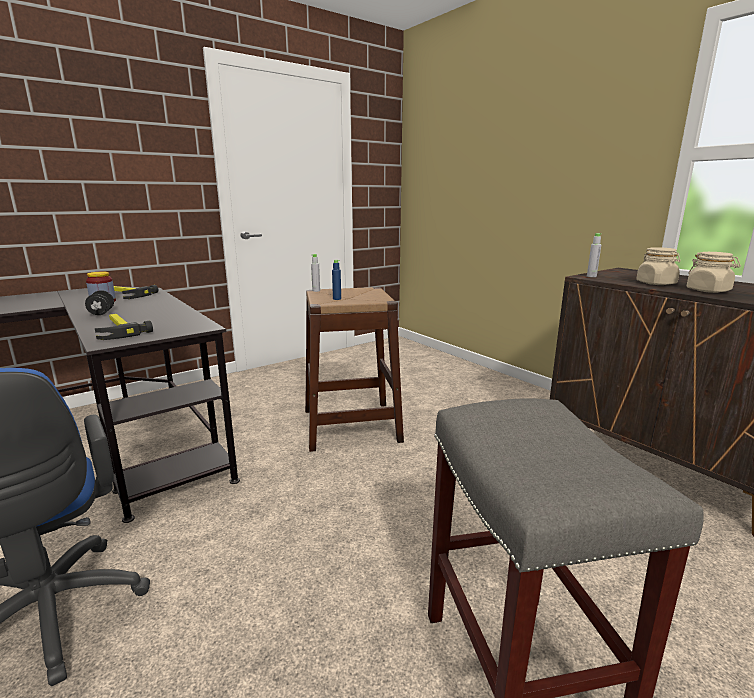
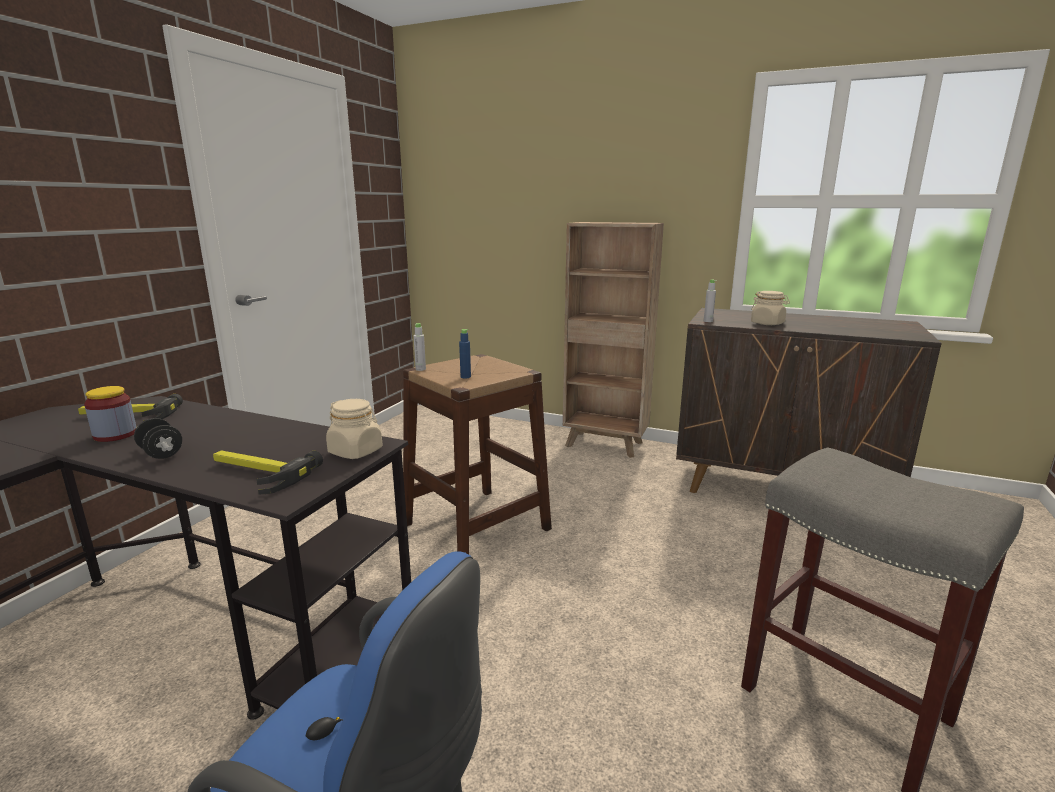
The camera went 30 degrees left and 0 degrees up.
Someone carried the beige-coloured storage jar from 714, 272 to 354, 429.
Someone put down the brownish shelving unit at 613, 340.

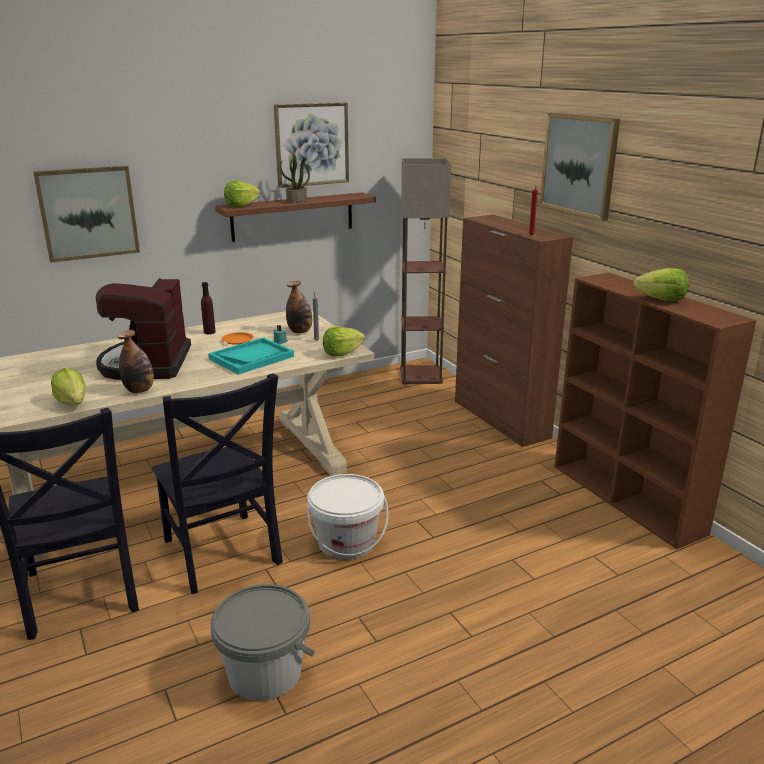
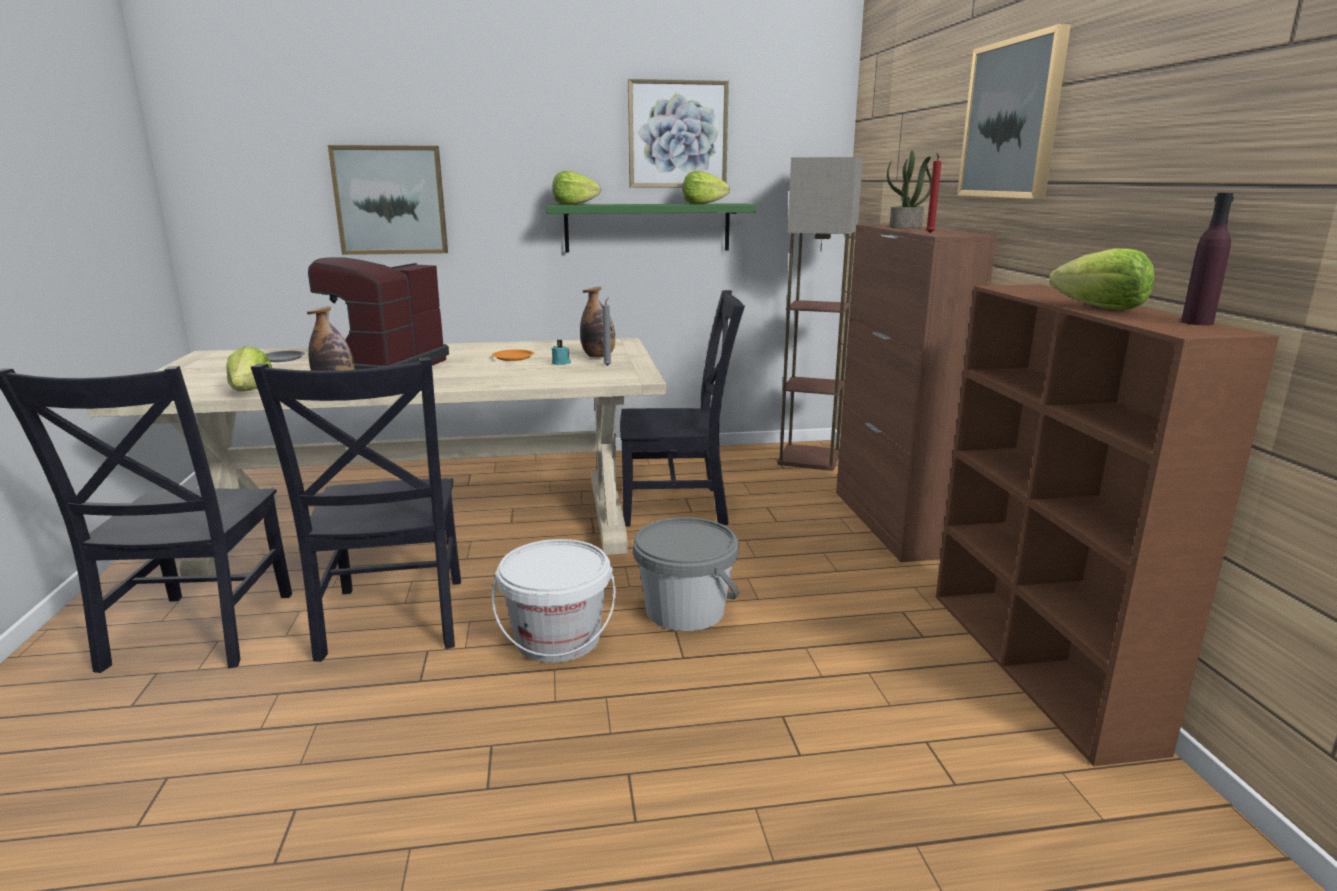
The camera went 20 degrees right and 5 degrees down.
Someone carried the purplish bottle from 208, 308 to 1207, 259.
Someone took away the blue-green carrying tray at 251, 356.
Someone carried the greyish pail from 262, 642 to 686, 574.
Someone repainted the brownish wall shelf at 295, 217, which became the green wall shelf at 651, 228.
Someone carried the plant in a pot from 295, 178 to 909, 189.
Someone carried the lettuce from 344, 341 to 706, 187.
Someone put down the greyish dinner plate at 285, 356.
Someone put down the black-coloured upright chair at 682, 408.

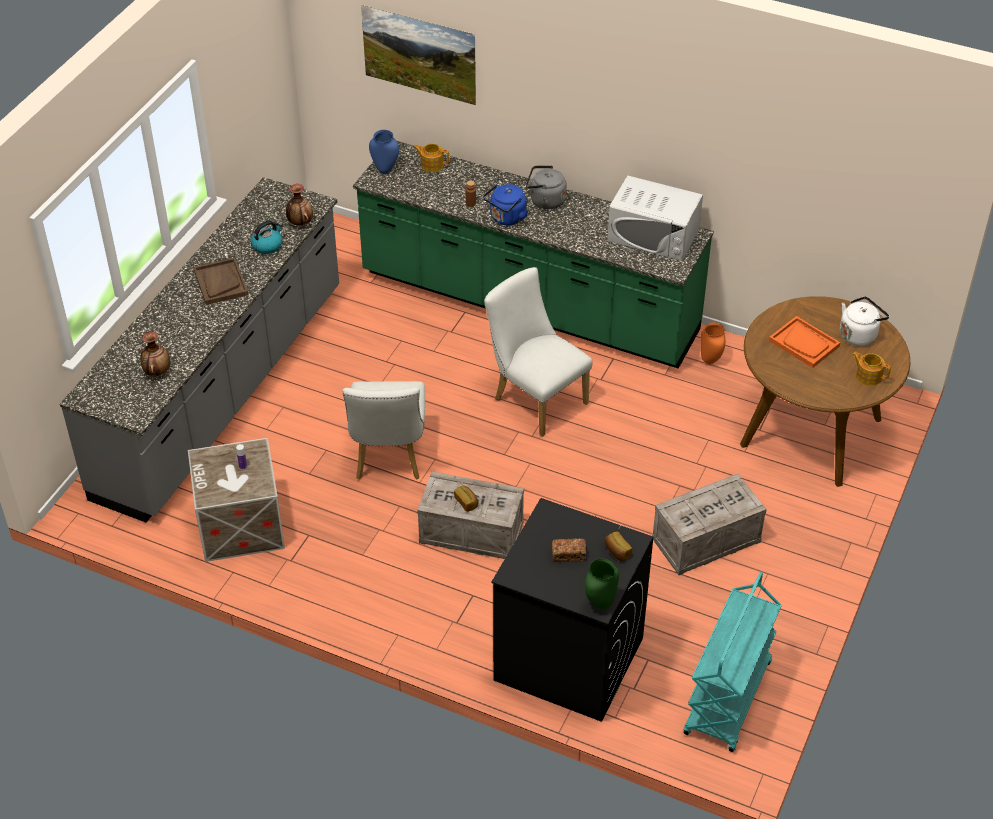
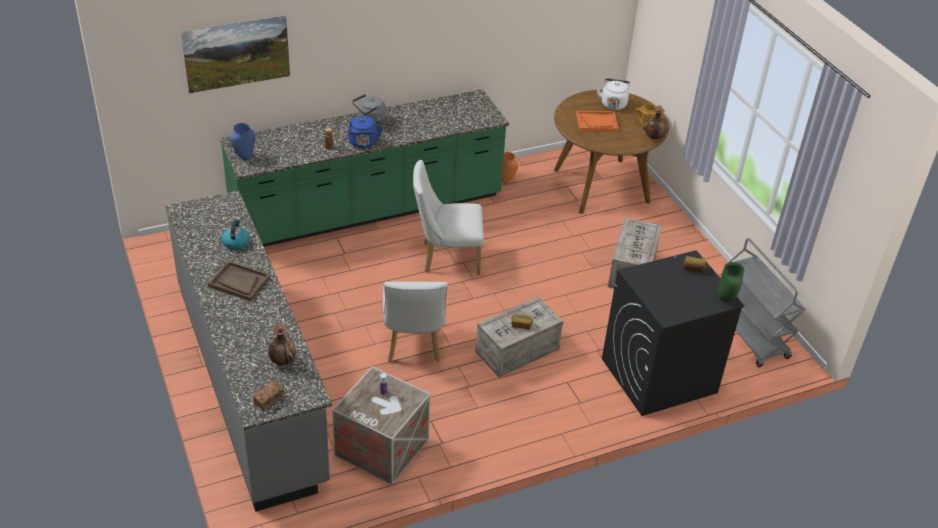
The camera went 50 degrees left and 5 degrees down.
Someone carried the vase from 299, 205 to 655, 123.
Someone rotated the whitish upright chair at 383, 430 by 45 degrees clockwise.
Someone took away the pot for tea at 431, 157.
Someone carried the bakery bread from 569, 550 to 268, 395.
Someone took away the whitish kitchen microwave at 655, 218.
Someone repainted the blue-green cart at 733, 662, which became the greyish cart at 766, 302.

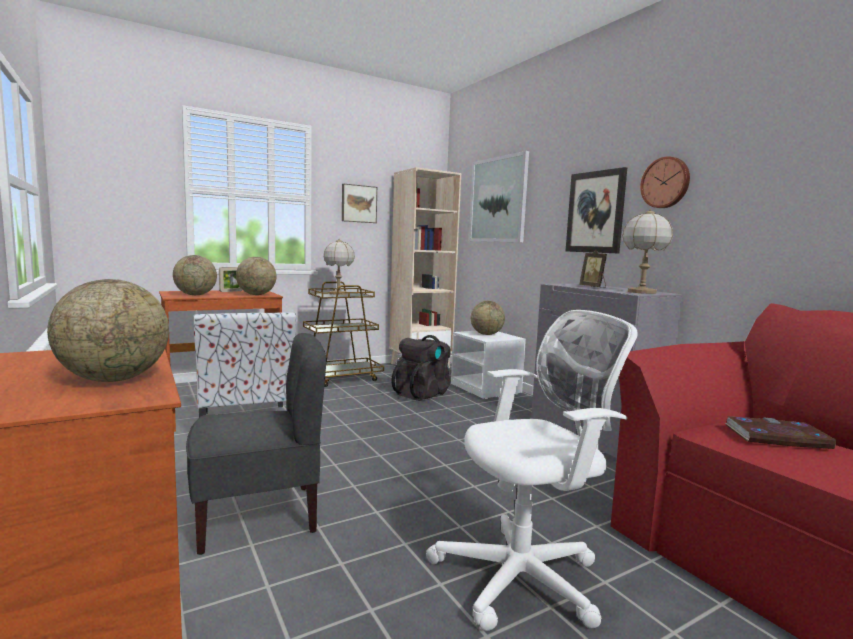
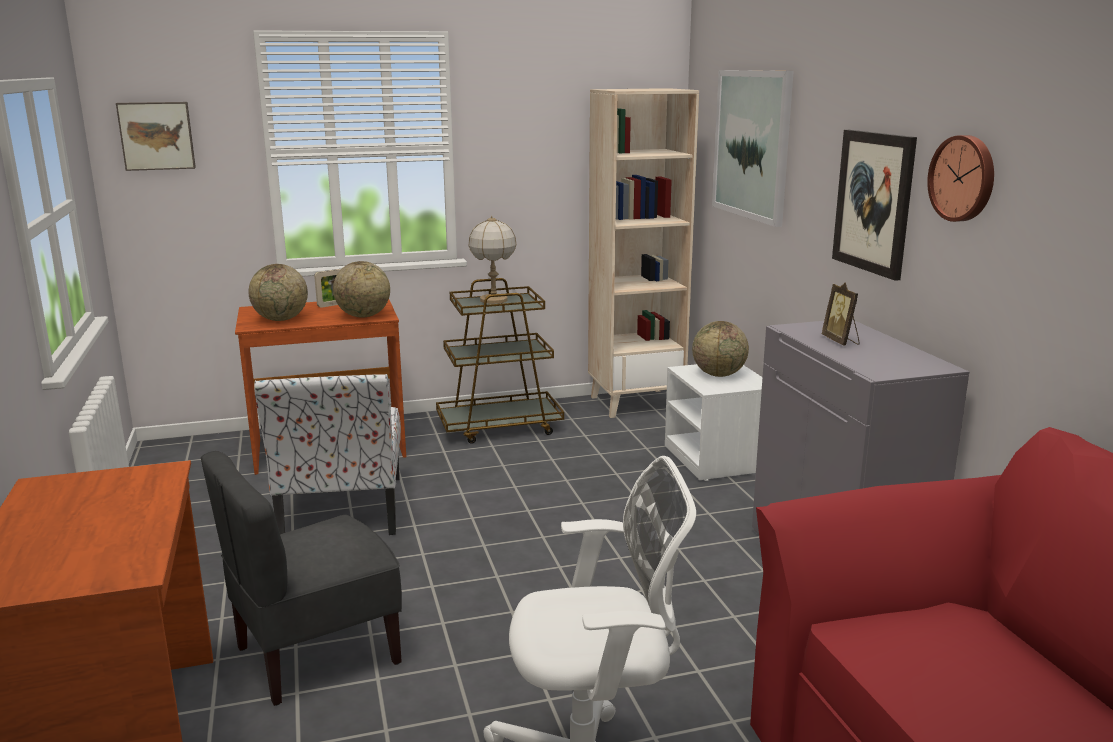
The camera went 15 degrees right and 10 degrees up.
Someone took away the globe at 108, 330.
Someone rotated the greyish upright chair at 256, 444 by 150 degrees clockwise.
Someone carried the wall picture from 359, 203 to 156, 136.
Someone took away the black-coloured backpack at 421, 368.
Someone took away the table lamp at 648, 251.
Someone took away the book at 780, 432.

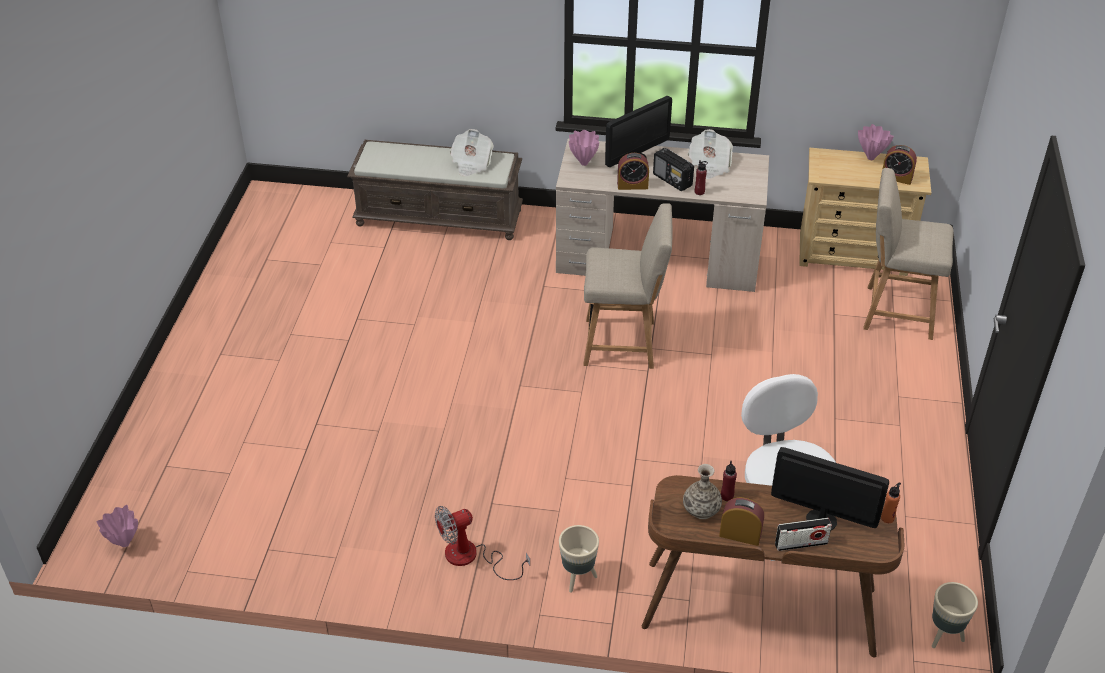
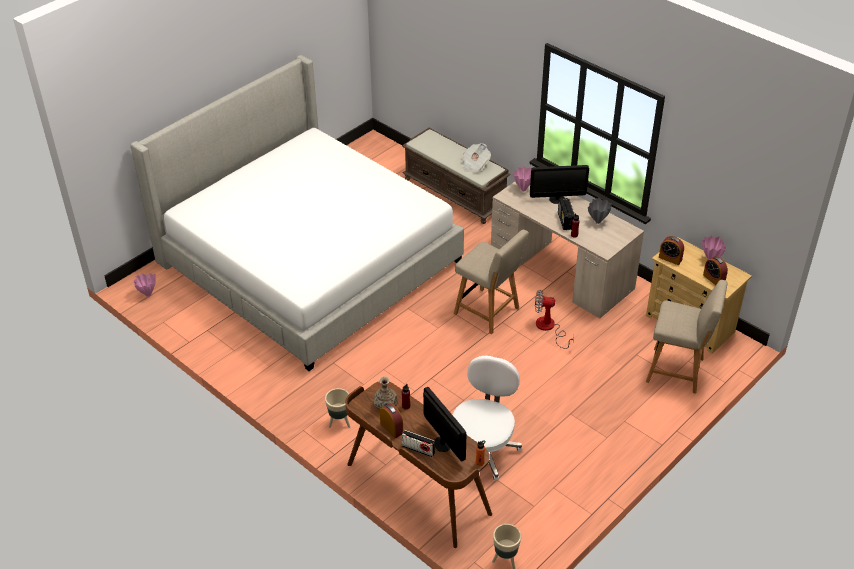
The camera went 35 degrees right and 0 degrees up.
Someone carried the electric fan from 482, 543 to 554, 319.
Someone carried the alarm clock from 633, 171 to 671, 250.
Someone swapped the newspaper at 710, 154 for the greyish vase at 600, 211.
Someone rotated the beige-coloured upright chair at 908, 254 by 150 degrees clockwise.
Someone put down the bed at 297, 213.

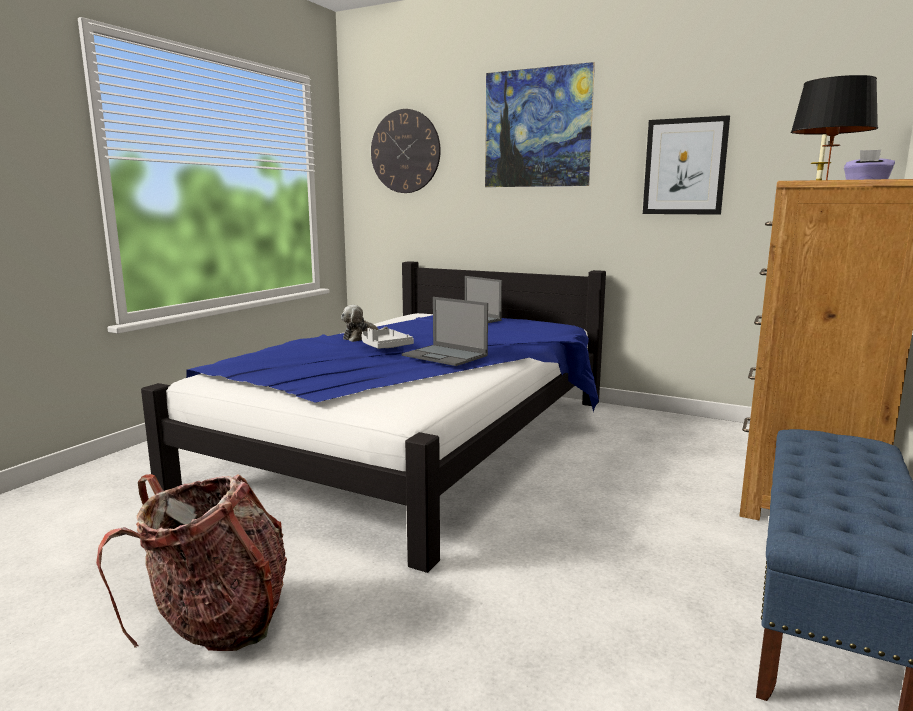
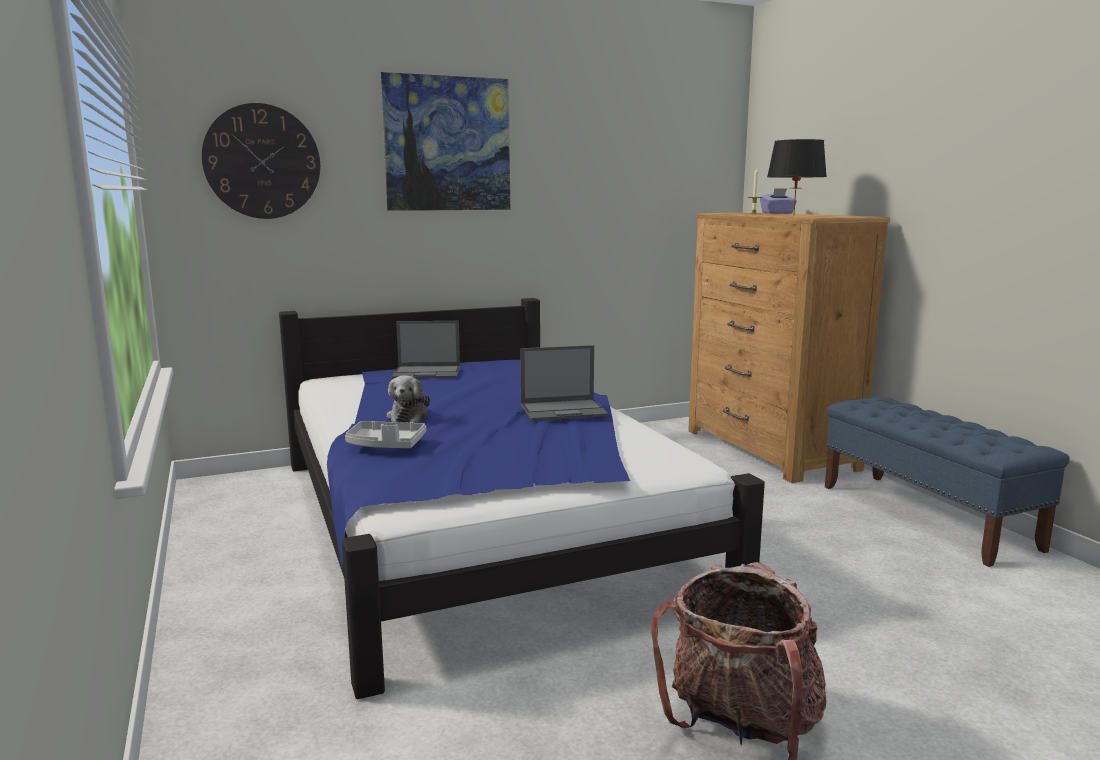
The camera went 50 degrees left and 0 degrees up.
Someone carried the greyish carrying tray from 387, 338 to 385, 434.
Someone took away the wall picture at 686, 165.

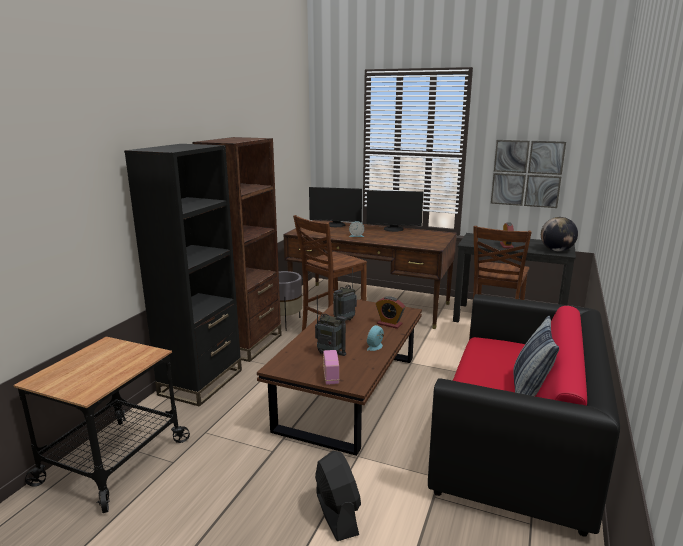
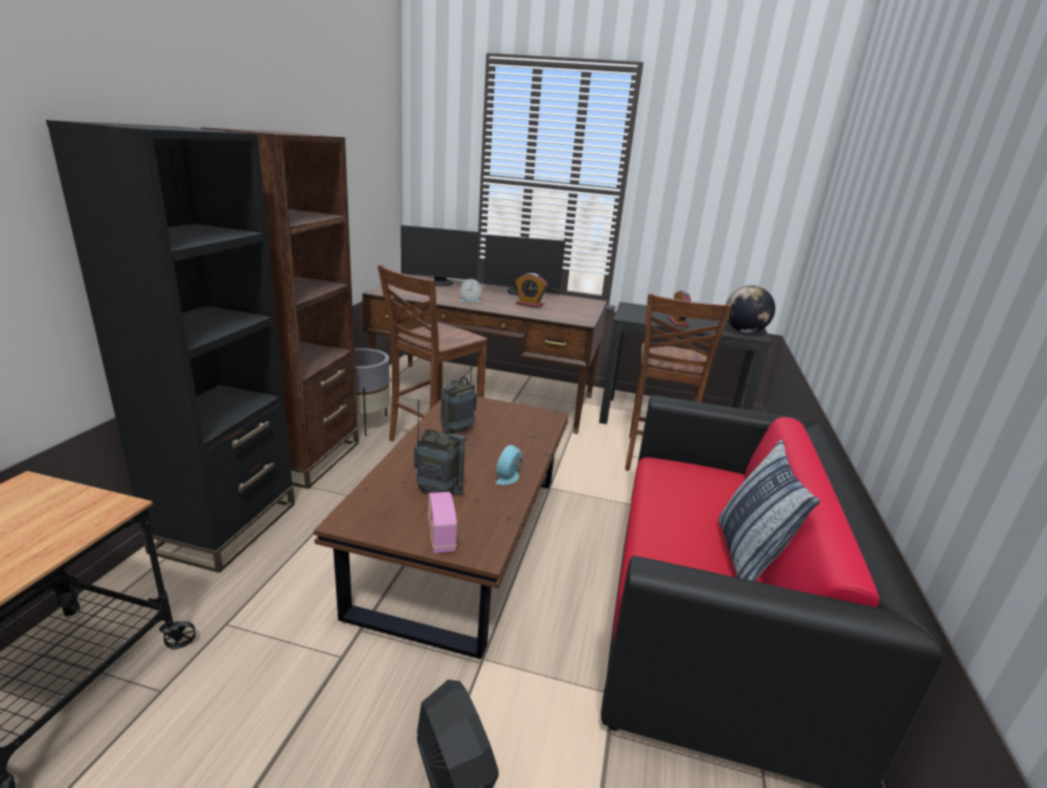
The camera went 10 degrees left and 5 degrees up.
Someone carried the alarm clock from 390, 312 to 531, 290.
Someone took away the wall picture at 528, 174.

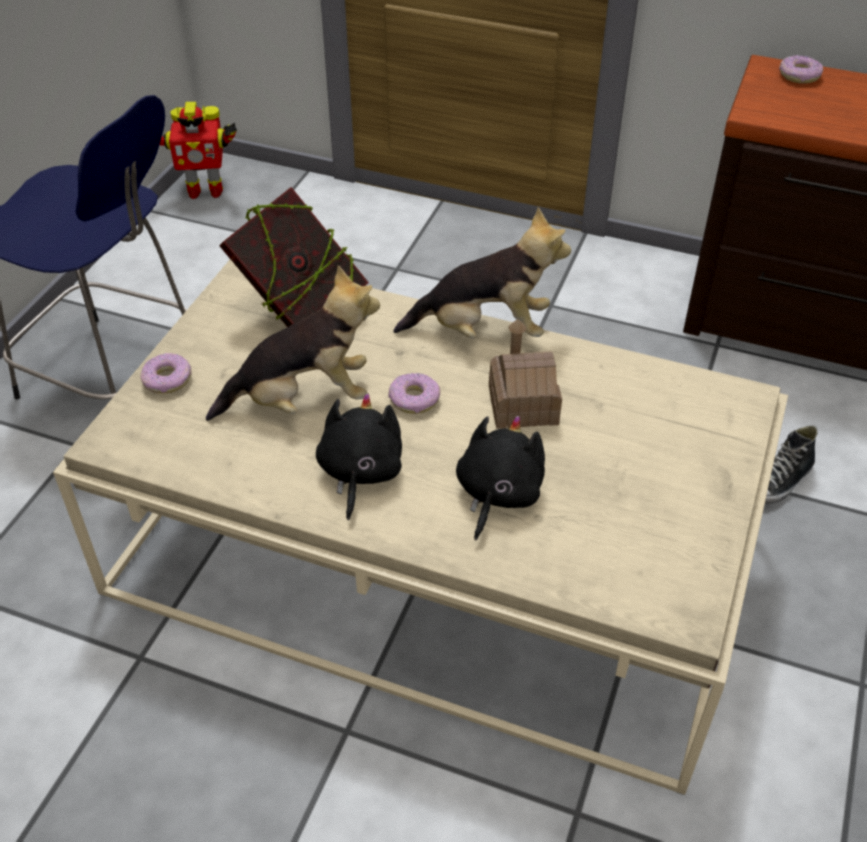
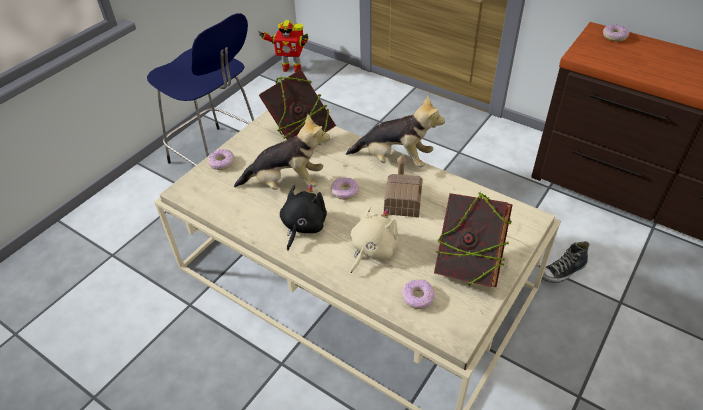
The camera went 15 degrees right and 0 degrees up.
Someone repainted the black-coloured plush toy at 500, 478, which became the beige-coloured plush toy at 374, 239.
Someone put down the donut at 418, 294.
Someone put down the book at 473, 239.

